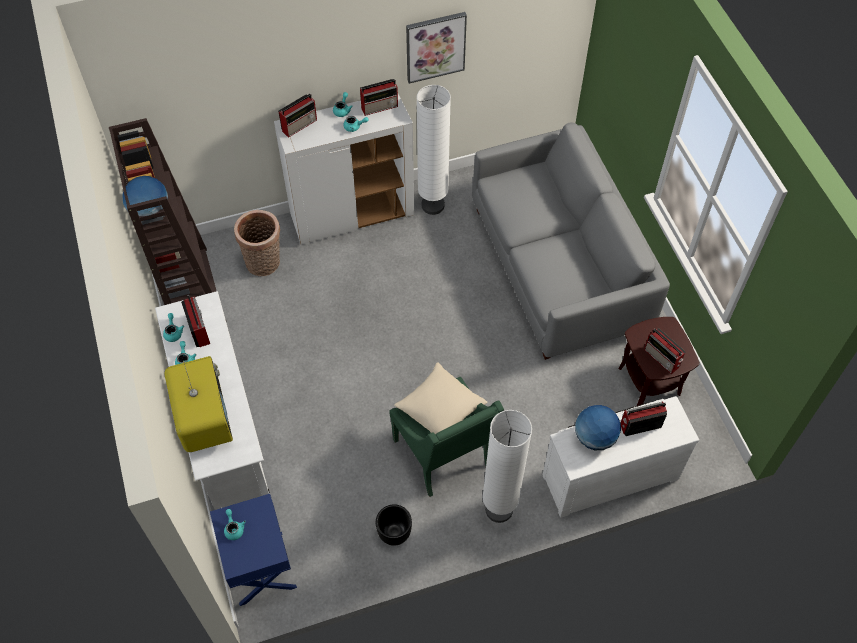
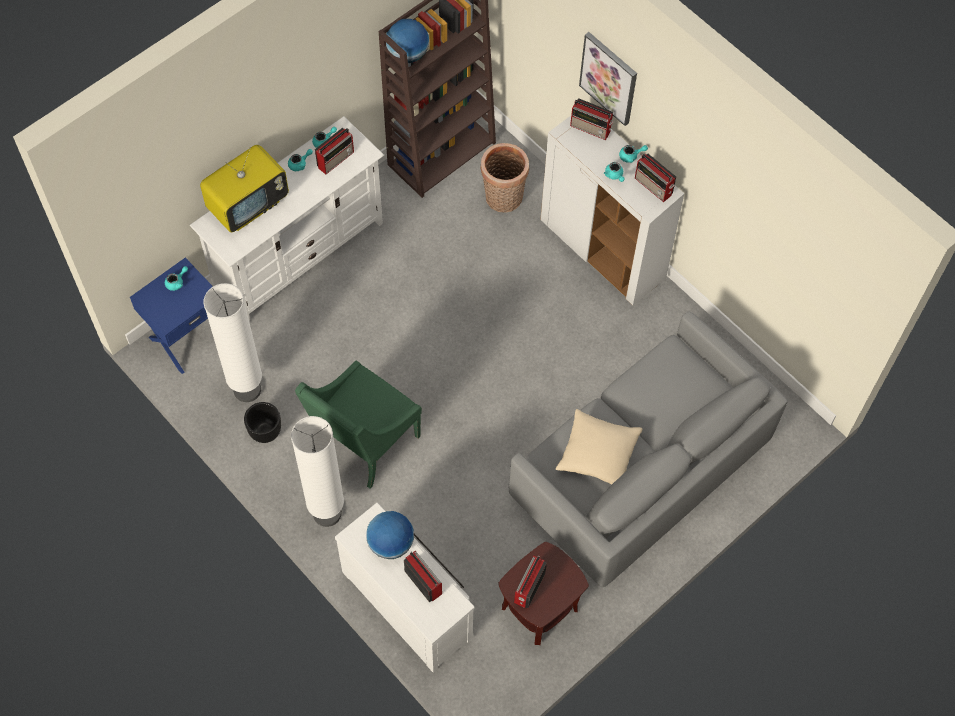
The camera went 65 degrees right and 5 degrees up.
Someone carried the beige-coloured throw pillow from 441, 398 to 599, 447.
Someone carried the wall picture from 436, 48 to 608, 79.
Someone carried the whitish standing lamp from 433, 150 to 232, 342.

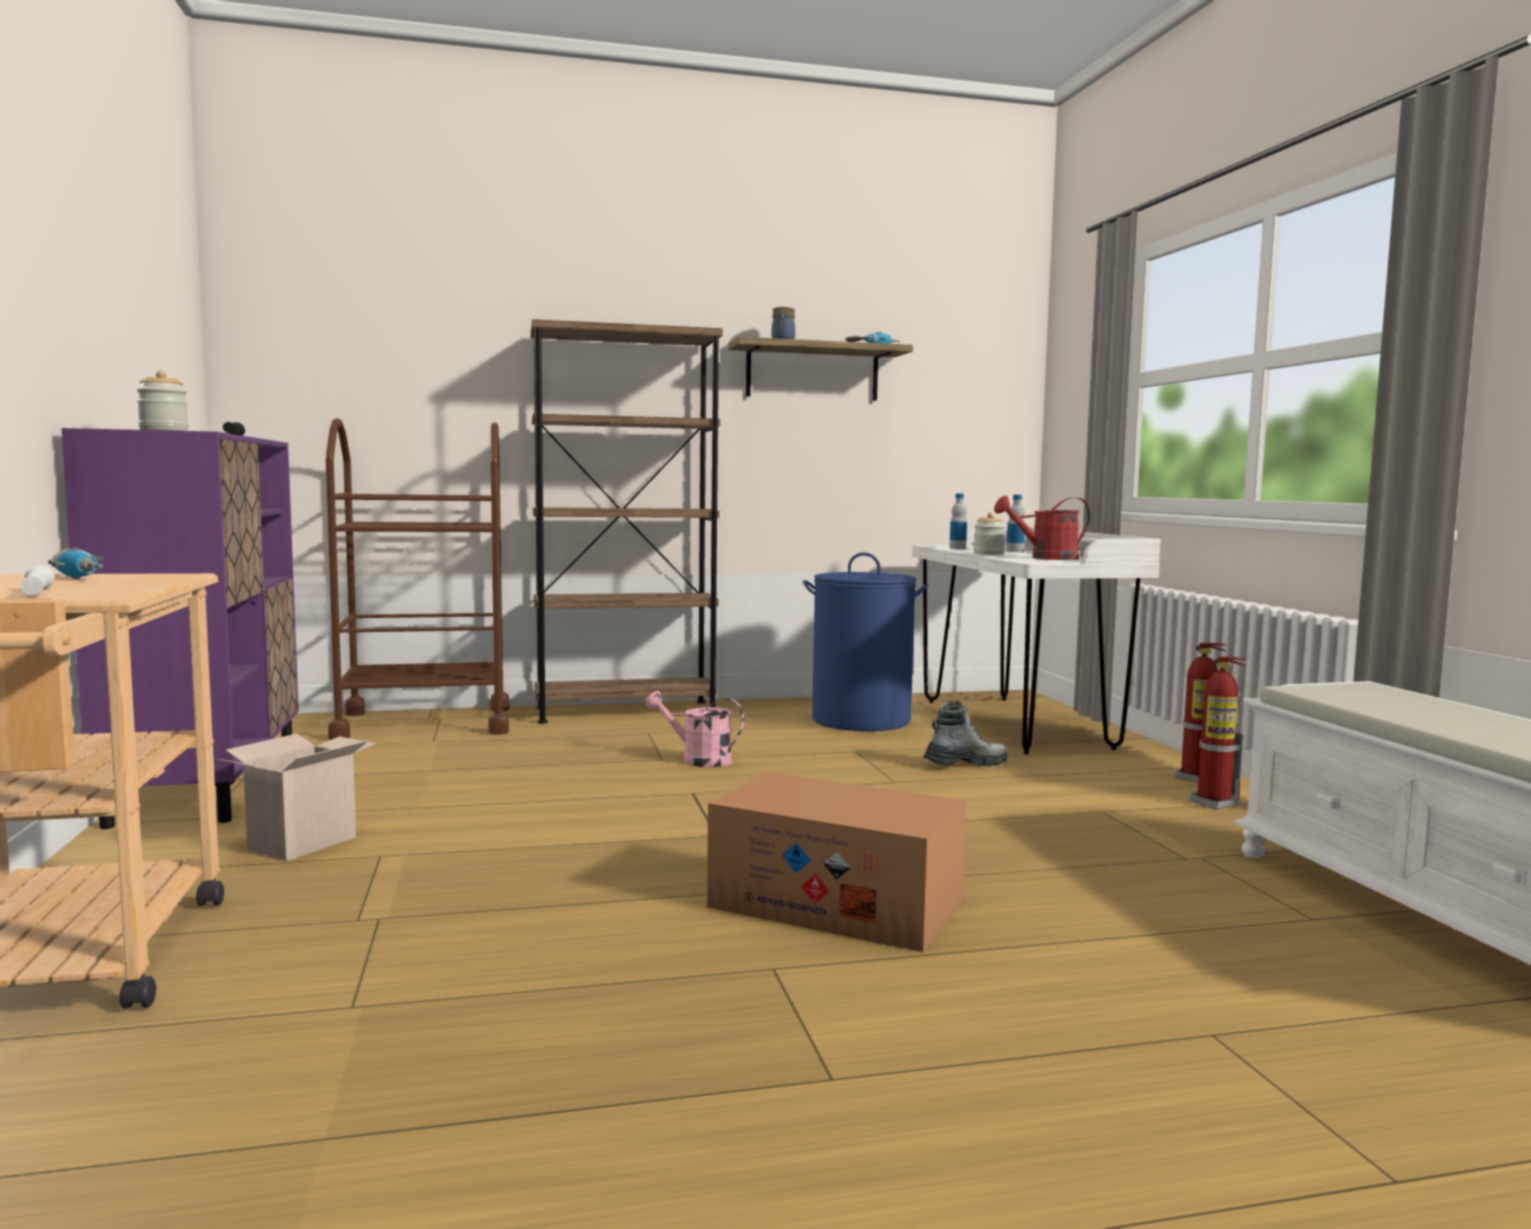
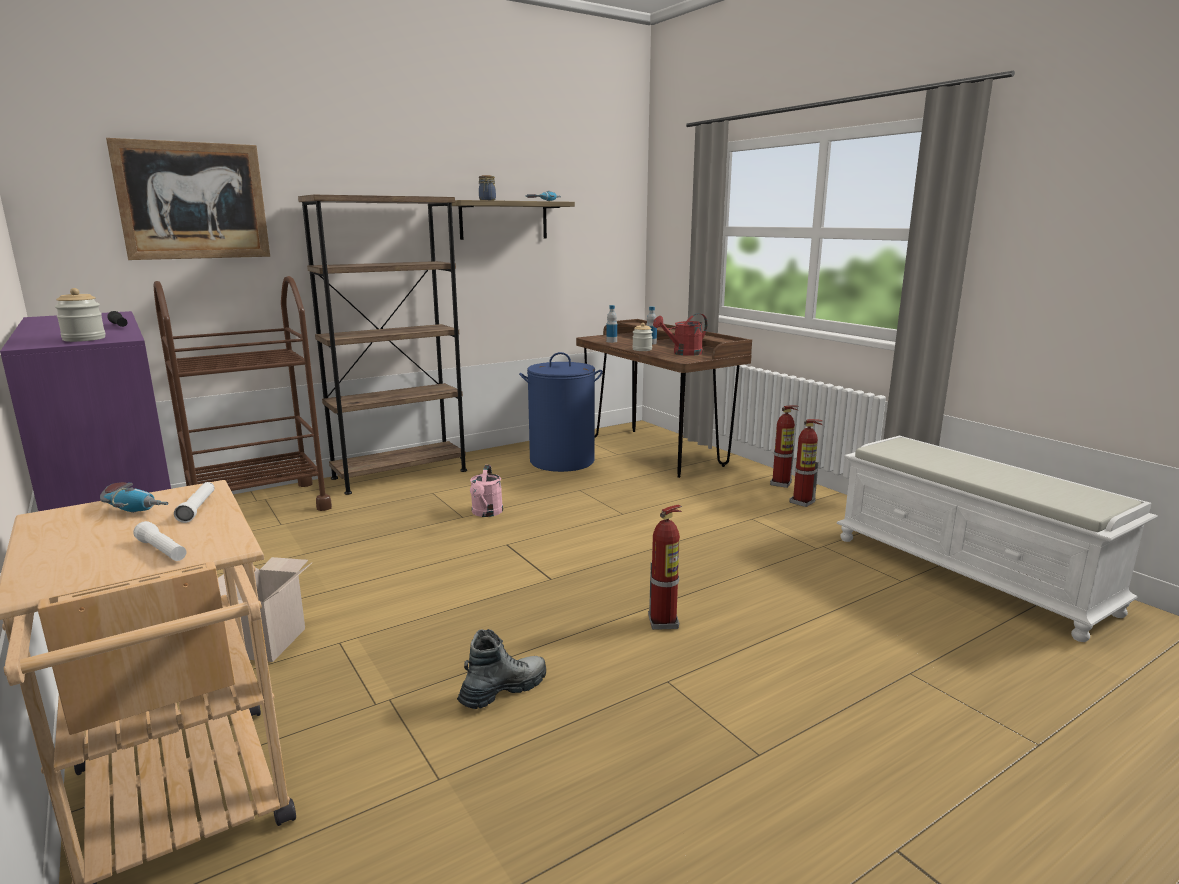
The camera went 20 degrees left and 10 degrees up.
Someone rotated the pinkish watering pot at 694, 729 by 90 degrees counterclockwise.
Someone swapped the cardboard box at 836, 862 for the extinguisher at 665, 567.
Someone repainted the whitish desk unit at 1036, 640, which became the brownish desk unit at 664, 398.
Someone carried the high-top boot from 965, 733 to 501, 669.
Someone put up the wall picture at 188, 199.
Someone put down the whitish torch at 194, 502.

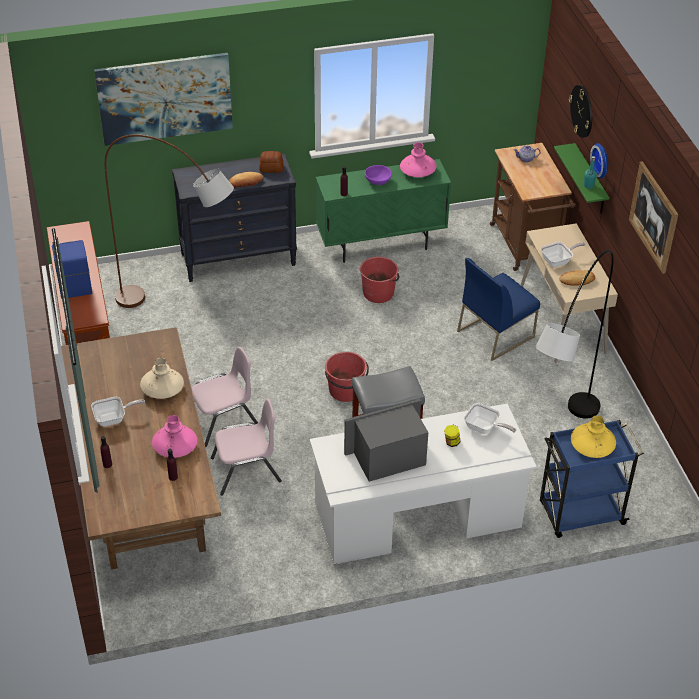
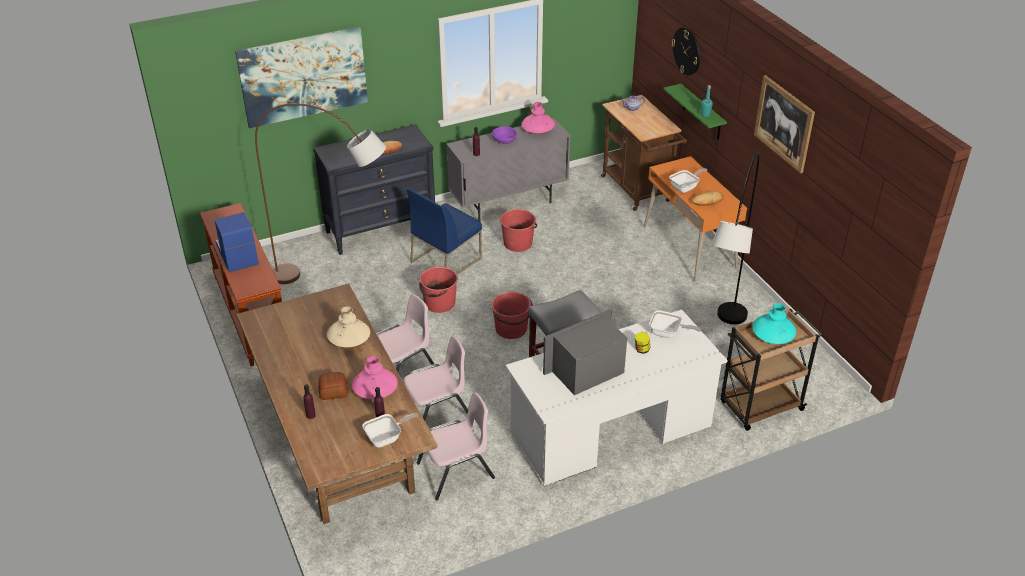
The camera went 10 degrees left and 5 degrees down.
Someone carried the pan from 118, 412 to 390, 430.
Someone carried the bakery bread from 271, 162 to 333, 386.
Someone repainted the green cabinet at 383, 211, which became the greyish cabinet at 508, 169.
Someone carried the blue-coloured upright chair from 498, 309 to 444, 231.
Someone repainted the beige-coloured desk unit at 569, 293, which became the orange desk unit at 695, 219.
Someone repainted the blue-coloured cart at 592, 479, which became the brownish cart at 771, 370.
Someone repainted the yellow-coloured vase at 593, 436, which became the blue-green vase at 774, 323.
Someone took away the hanging clock at 599, 161.
Someone put down the pinkish upright chair at 455, 446.
Someone put down the red pail at 438, 290.

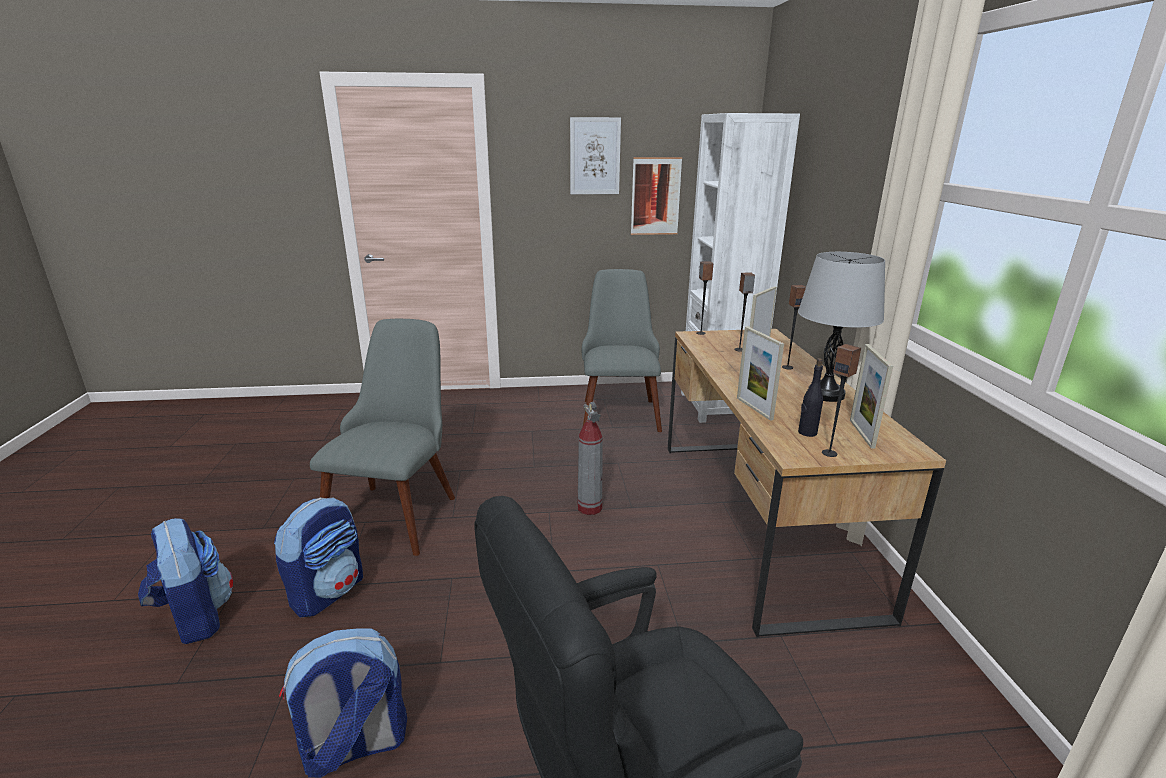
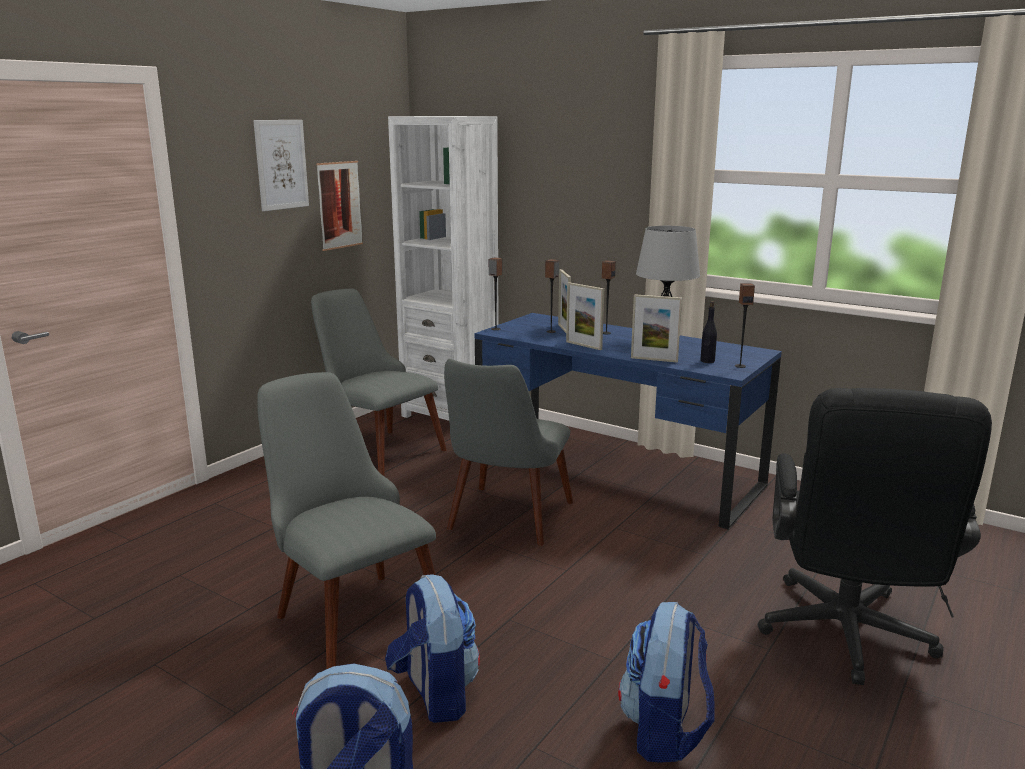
The camera went 50 degrees left and 5 degrees down.
Someone swapped the extinguisher at 590, 458 for the greyish upright chair at 508, 452.
Someone repainted the brownish desk unit at 807, 483, which became the blue-coloured desk unit at 628, 421.
Someone carried the standing frame from 871, 396 to 585, 316.

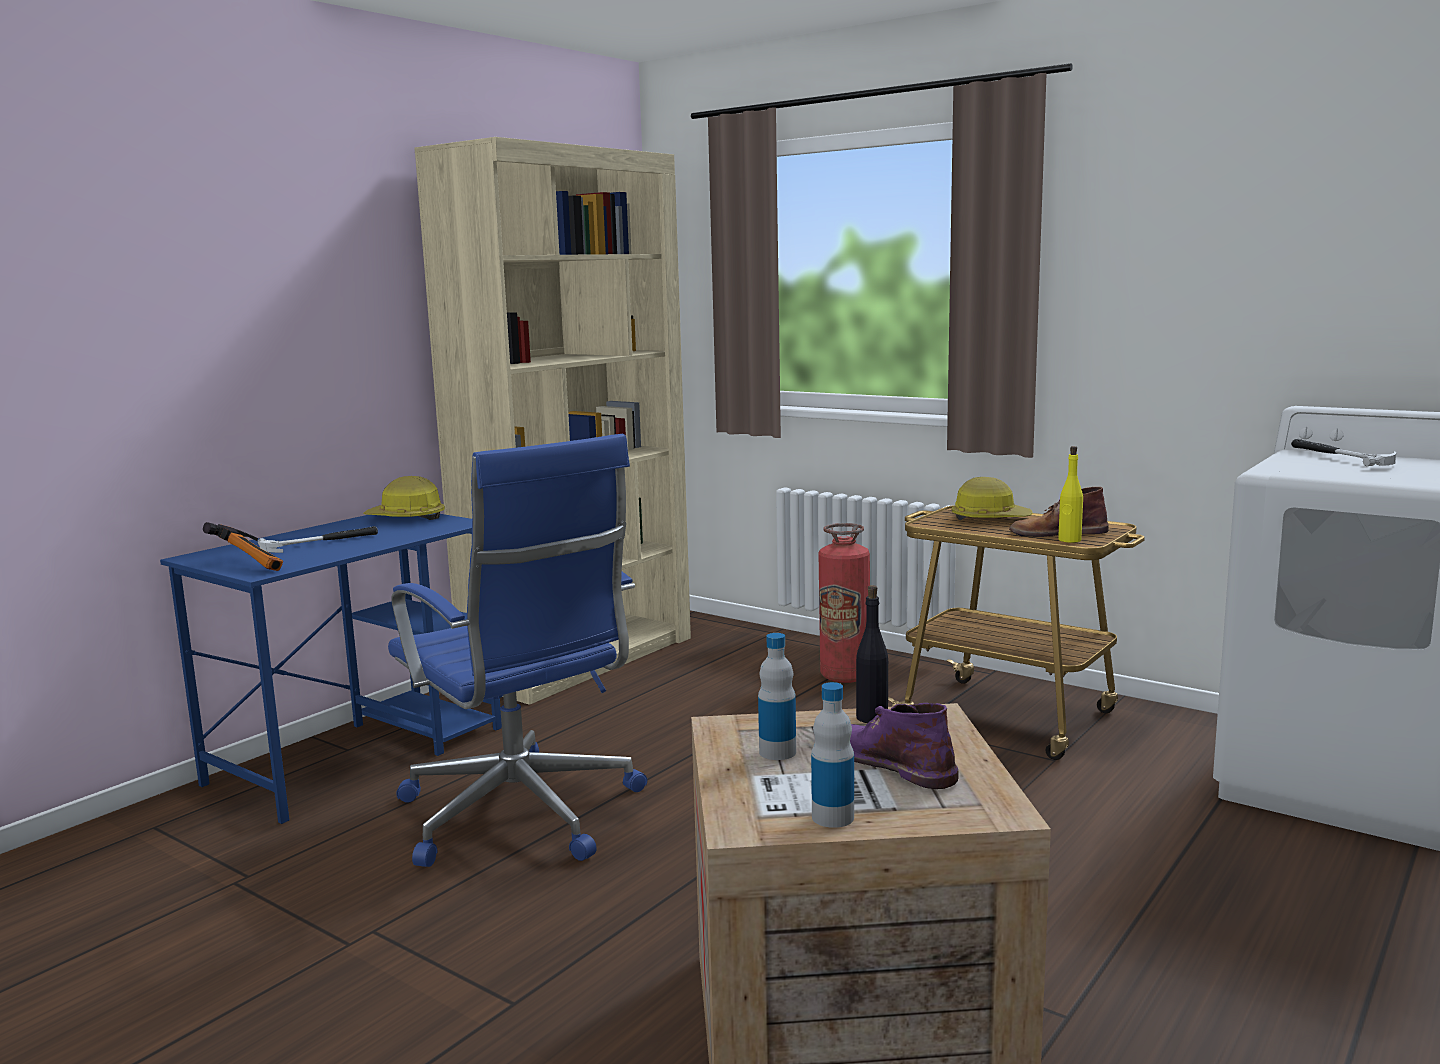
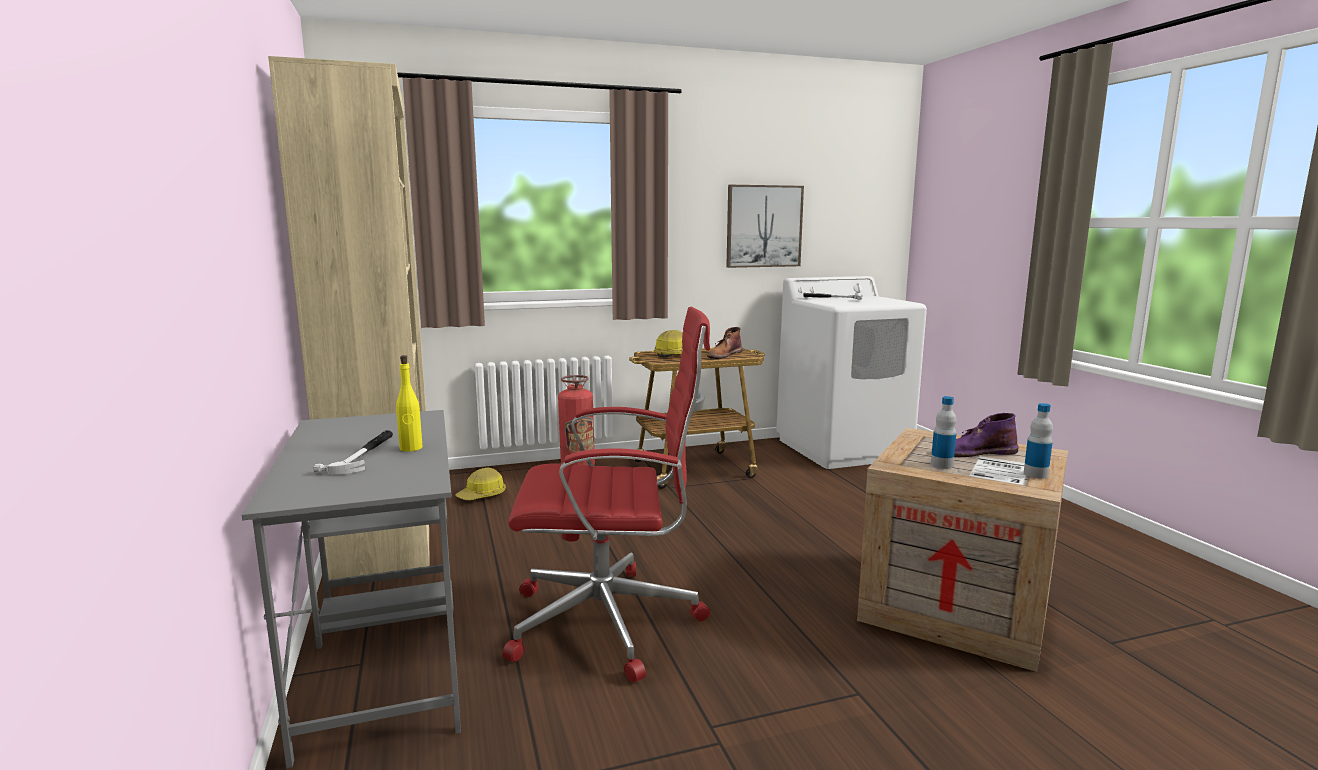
The camera went 55 degrees left and 0 degrees up.
Someone repainted the blue-coloured desk unit at 331, 668, which became the greyish desk unit at 351, 589.
Someone took away the hammer at 243, 546.
Someone carried the safety helmet from 404, 498 to 480, 484.
Someone repainted the blue-coloured office chair at 517, 650, which became the red office chair at 606, 494.
Someone took away the black-coloured bottle at 872, 654.
Someone carried the yellow-coloured bottle from 1070, 494 to 409, 403.
Someone put up the wall picture at 765, 226.

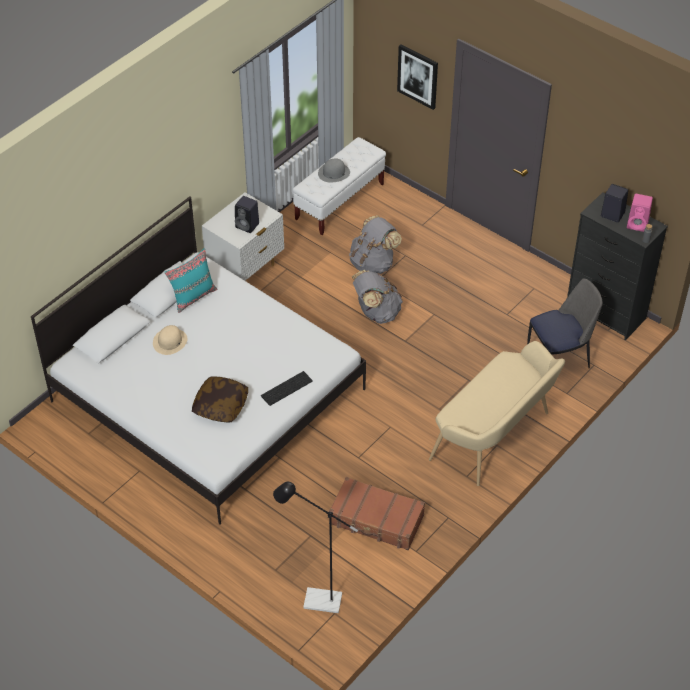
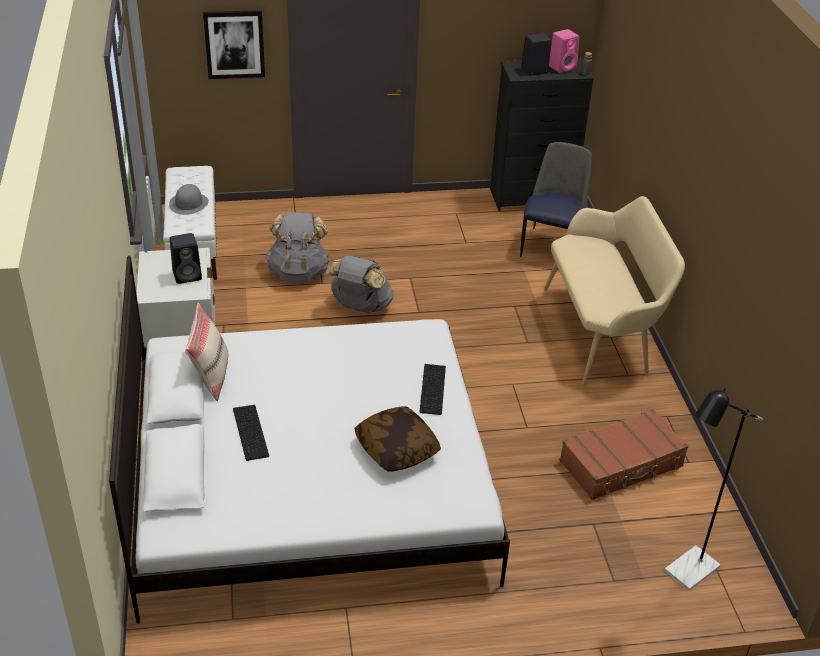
The camera went 50 degrees left and 10 degrees down.
Someone swapped the beige-coloured clothing hat at 170, 340 for the PC keyboard at 251, 433.
Someone repainted the blue-green throw pillow at 191, 280, which became the beige-coloured throw pillow at 206, 352.

